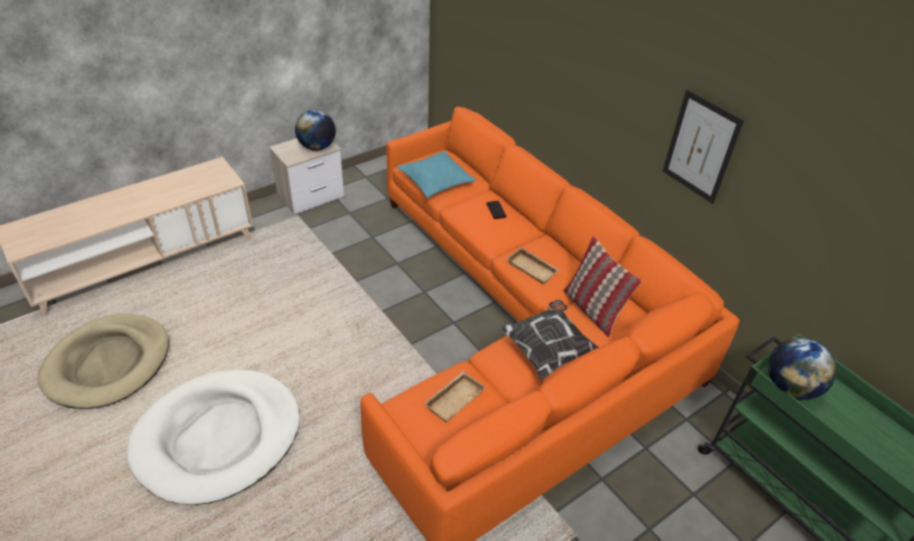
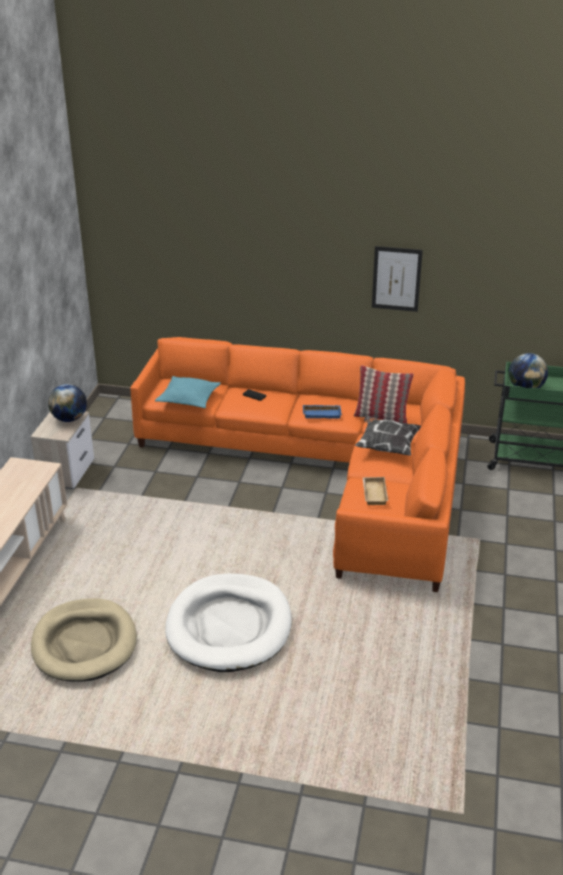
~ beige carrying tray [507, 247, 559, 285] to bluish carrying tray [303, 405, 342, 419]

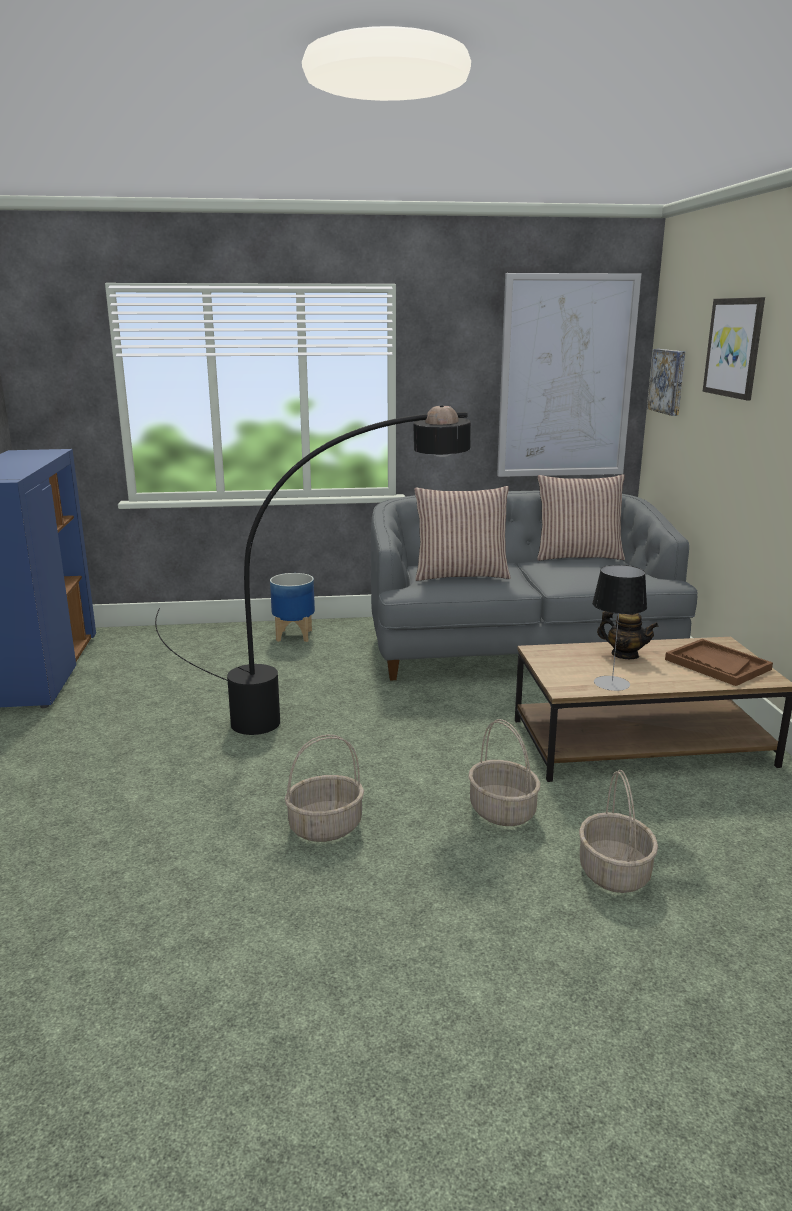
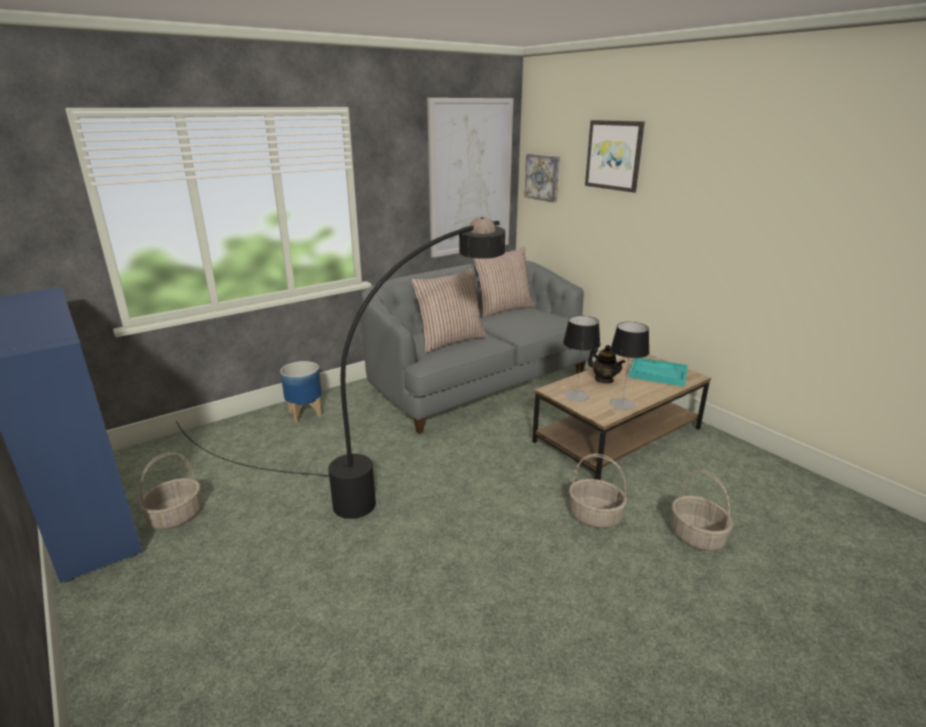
~ teapot [597, 611, 658, 659] = [588, 345, 625, 383] 45 degrees clockwise
~ brown carrying tray [665, 639, 773, 686] to blue-green carrying tray [629, 358, 688, 387]
~ basket [284, 735, 364, 842] to [139, 452, 202, 530]
+ lamp for a table [563, 315, 600, 401]

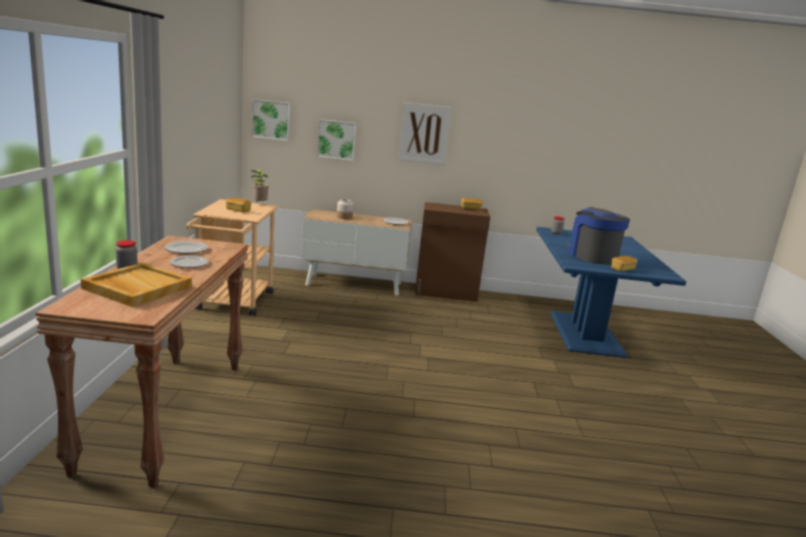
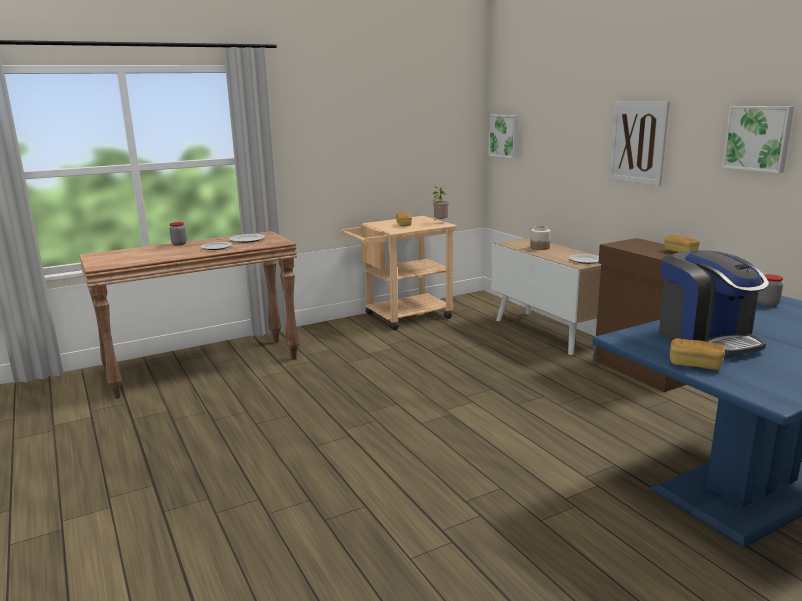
~ wall art [317, 119, 356, 161] to [722, 106, 794, 173]
~ coffee machine [567, 207, 630, 265] = [659, 250, 769, 357] 120 degrees clockwise
- beige carrying tray [81, 263, 192, 307]

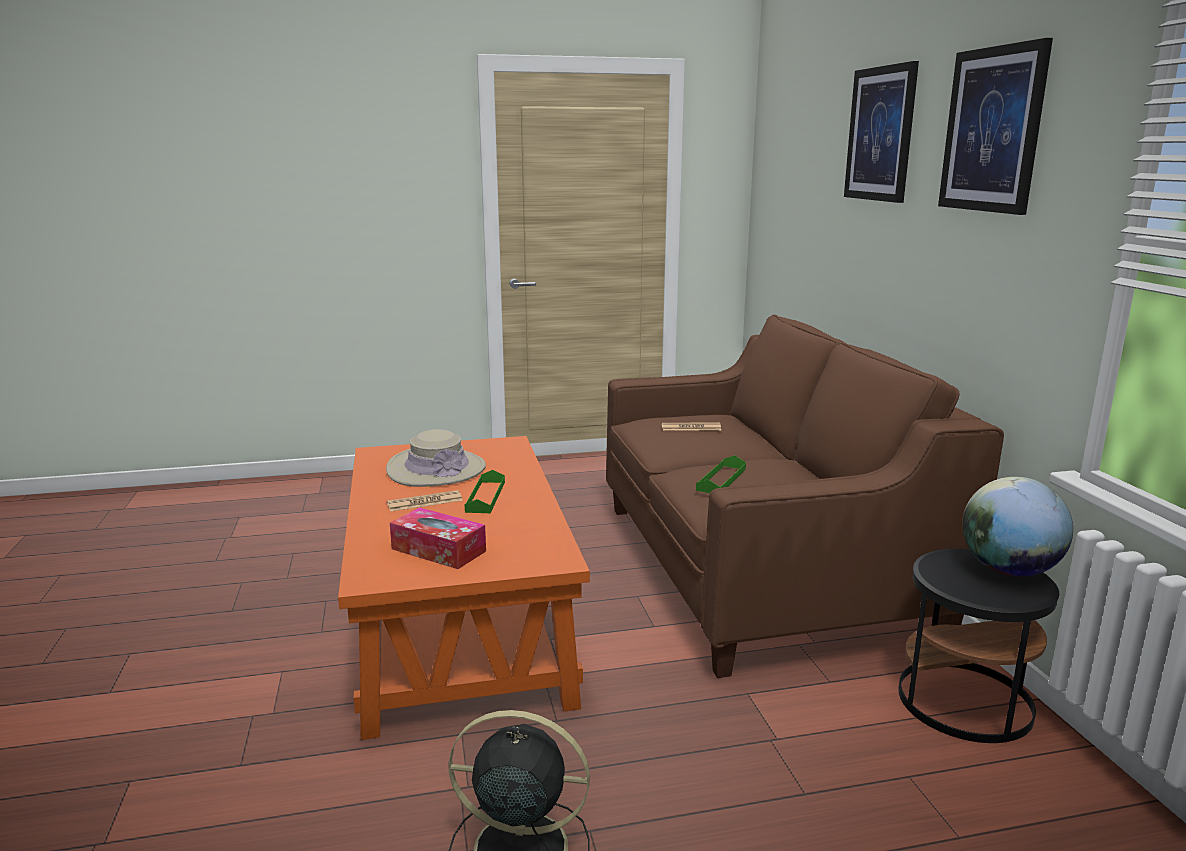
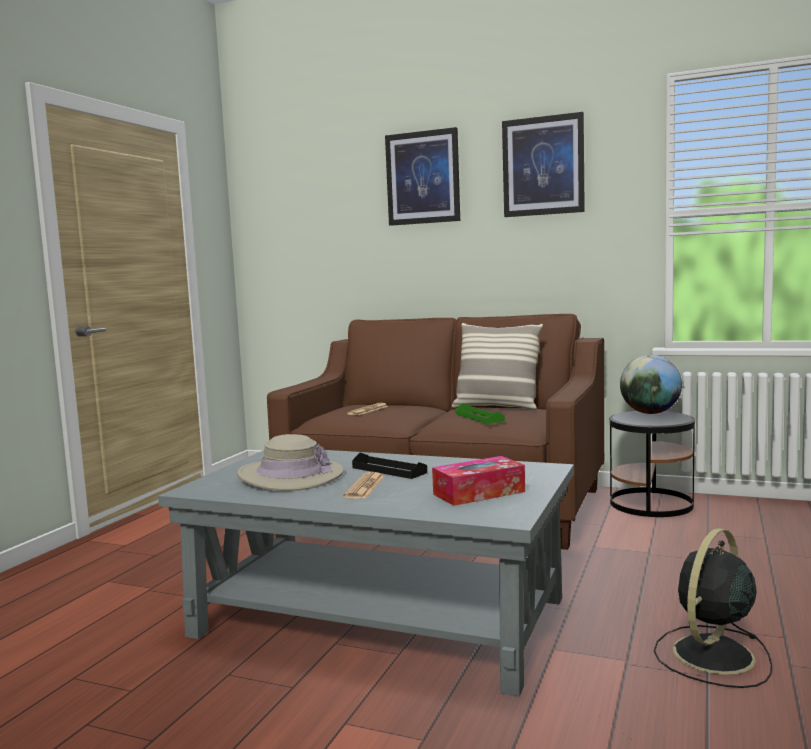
~ orangey lounge table [338, 436, 590, 740] to gray lounge table [158, 450, 574, 697]
~ green carrying tray [465, 470, 505, 513] to blackish carrying tray [352, 453, 427, 479]
+ cushion [452, 323, 543, 410]

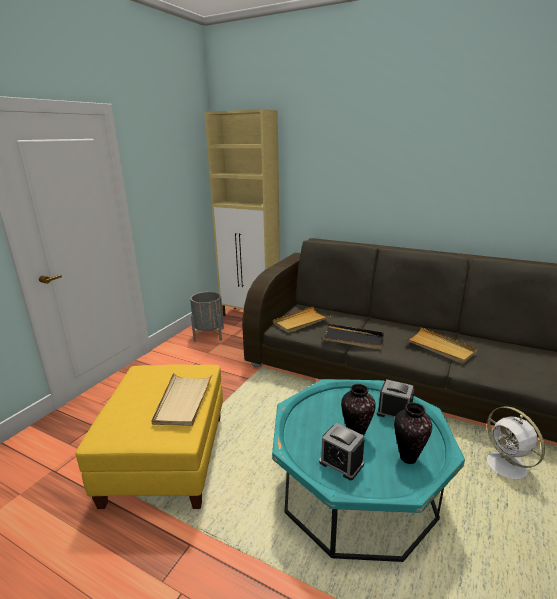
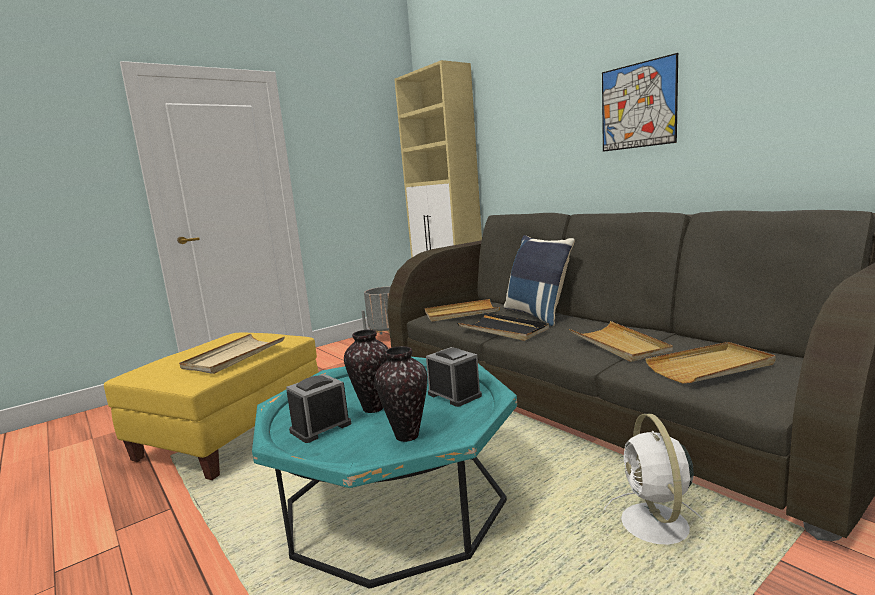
~ table clock [319, 423, 364, 480] = [286, 374, 351, 443] 75 degrees clockwise
+ wall art [602, 53, 678, 152]
+ bluish cushion [504, 235, 575, 326]
+ beige carrying tray [645, 342, 776, 383]

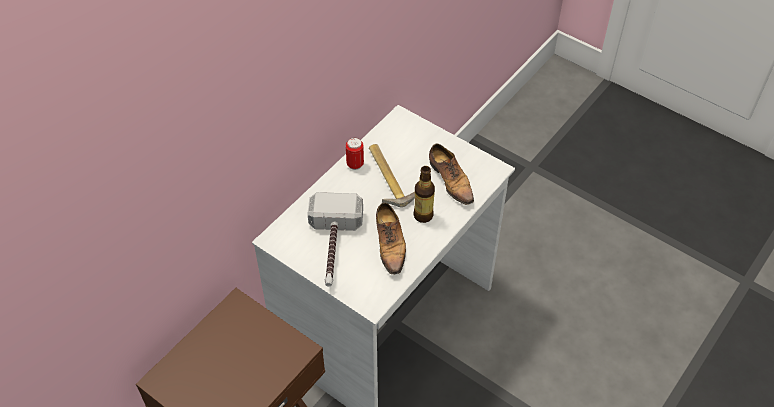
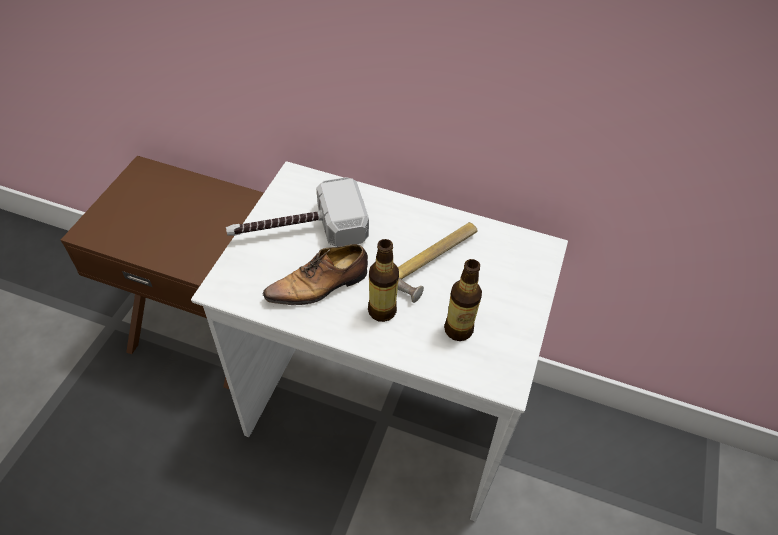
- sealed can [346, 138, 364, 170]
~ item of footwear [429, 144, 474, 205] to bottle [444, 259, 482, 341]

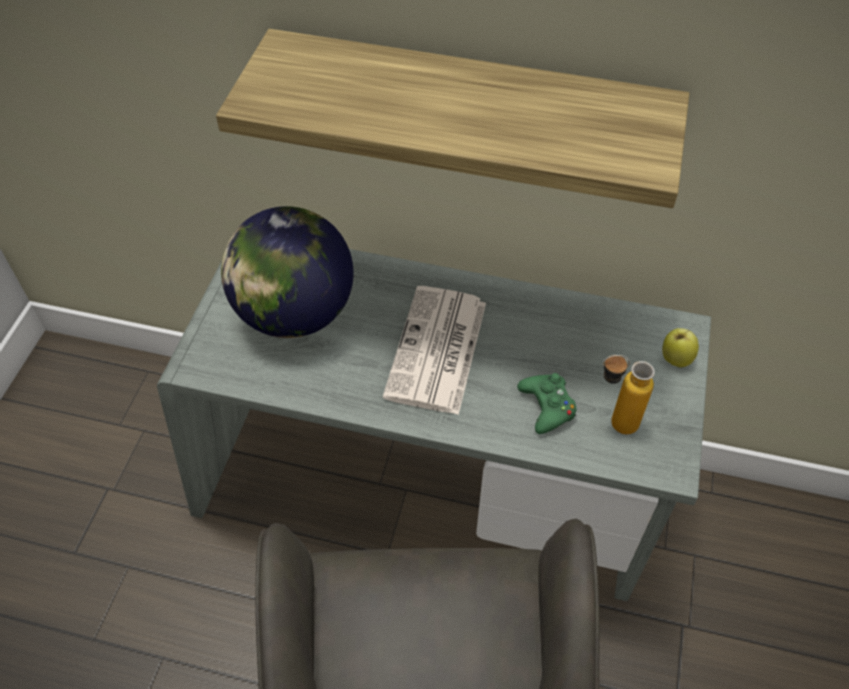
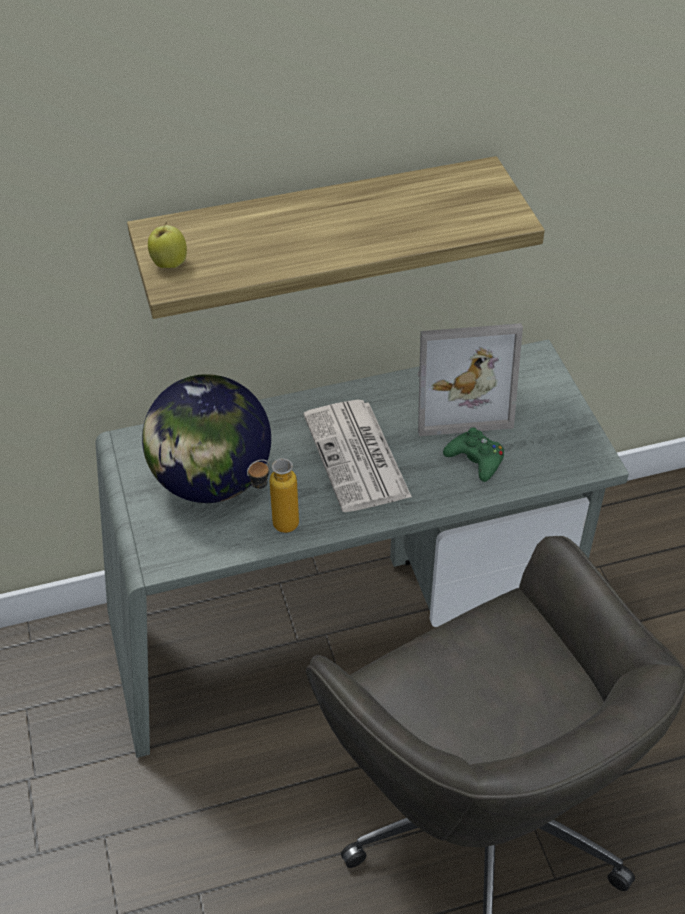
~ apple fruit [662, 328, 699, 368] to [148, 222, 187, 268]
~ bottle [603, 355, 655, 434] to [247, 458, 299, 533]
+ picture frame [417, 323, 523, 436]

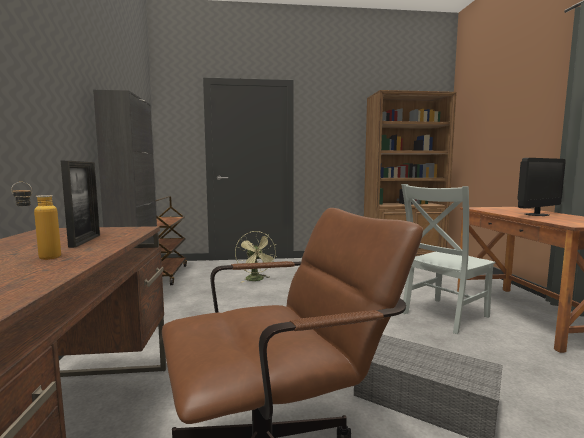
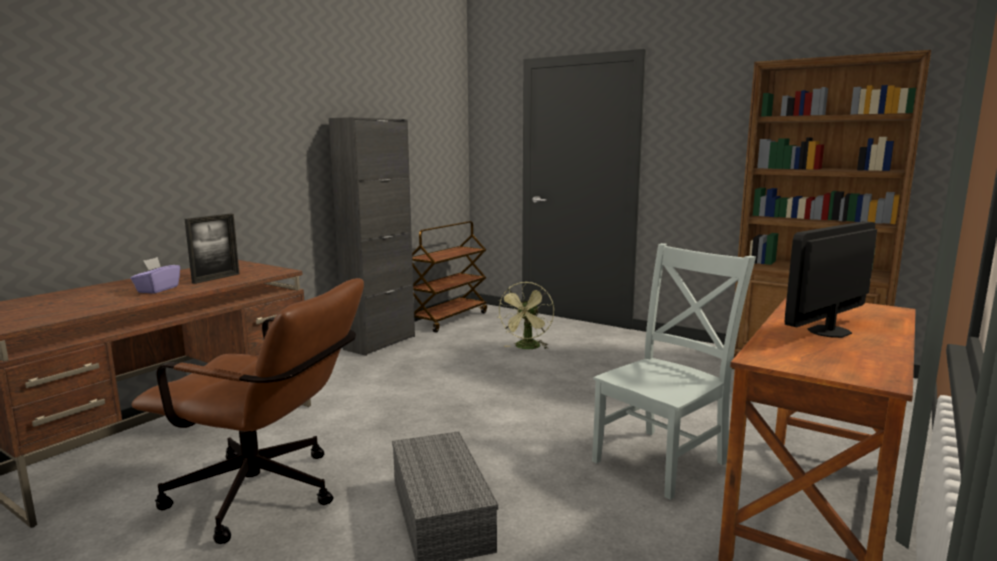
~ computer display [517, 158, 566, 216] = [785, 221, 877, 338] 135 degrees clockwise
~ bottle [11, 182, 61, 260] to purplish tissue holder [131, 257, 180, 294]
~ gray plain chair [401, 184, 495, 334] = [592, 243, 756, 500] 135 degrees clockwise

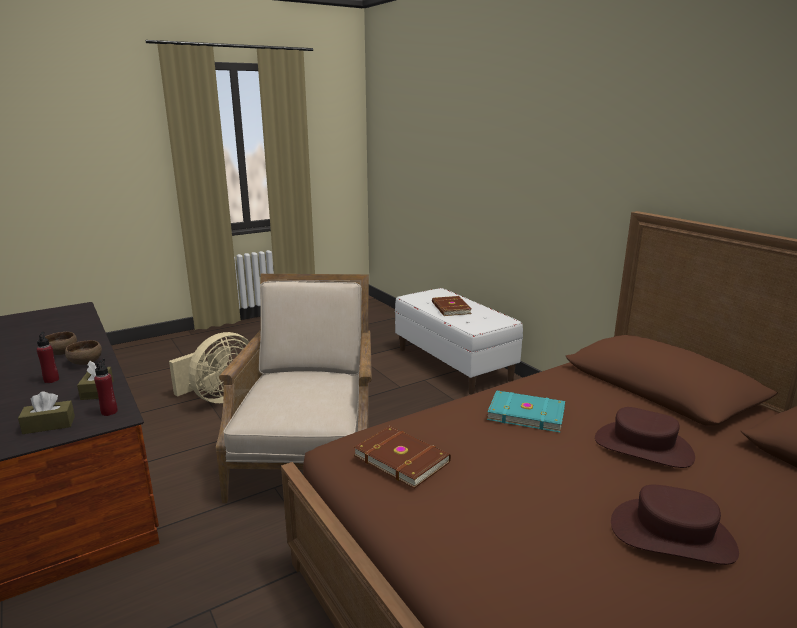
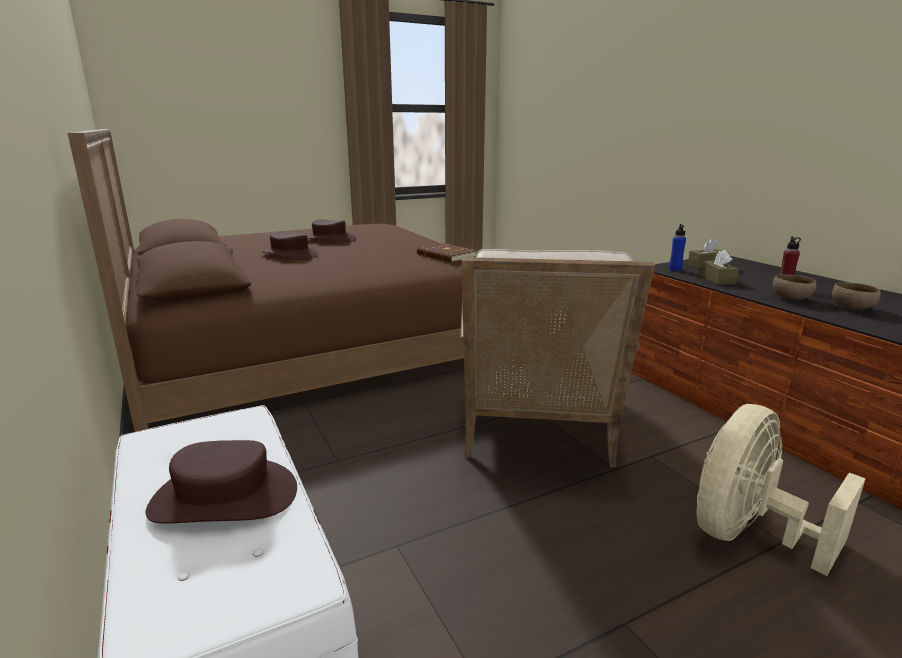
~ brown book [432, 296, 472, 316] to brown clothing hat [145, 440, 297, 524]
~ red bottle [94, 359, 118, 416] to bluish bottle [669, 224, 686, 271]
- blue-green book [487, 390, 565, 432]

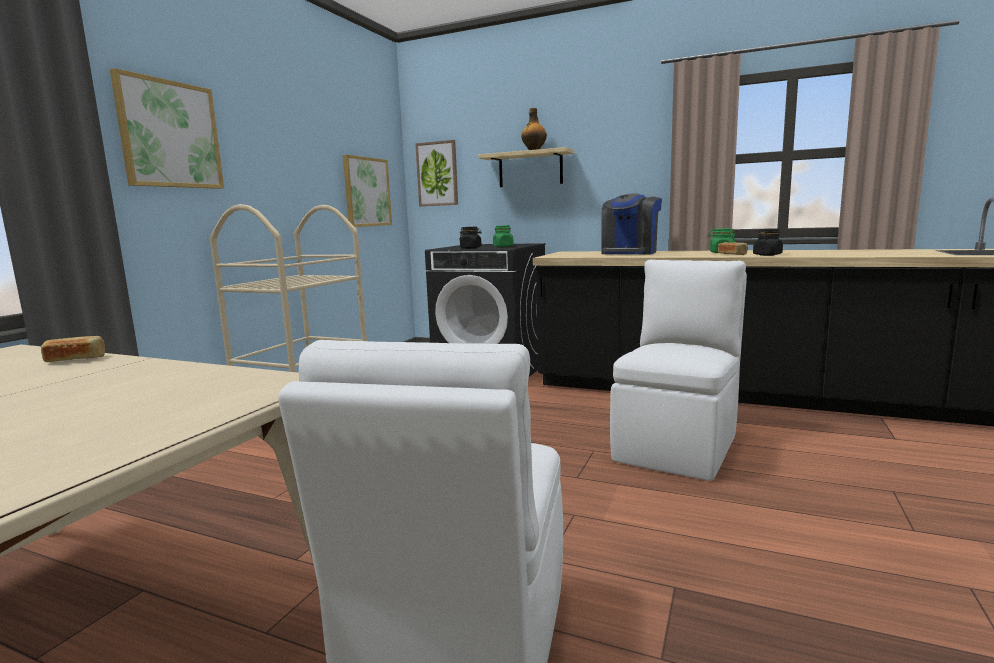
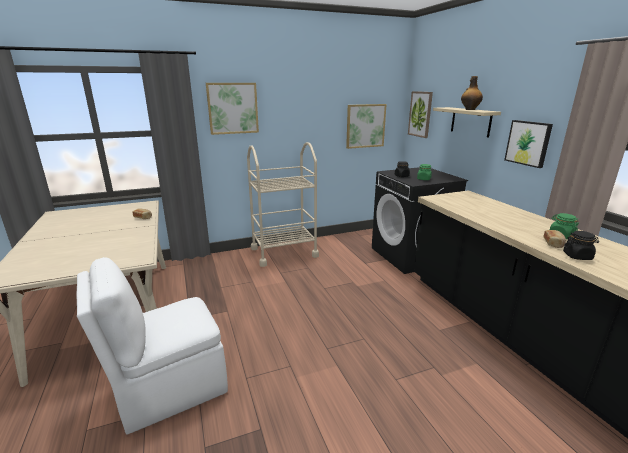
- coffee machine [601, 193, 662, 255]
- white plain chair [610, 260, 747, 481]
+ wall art [504, 120, 553, 168]

